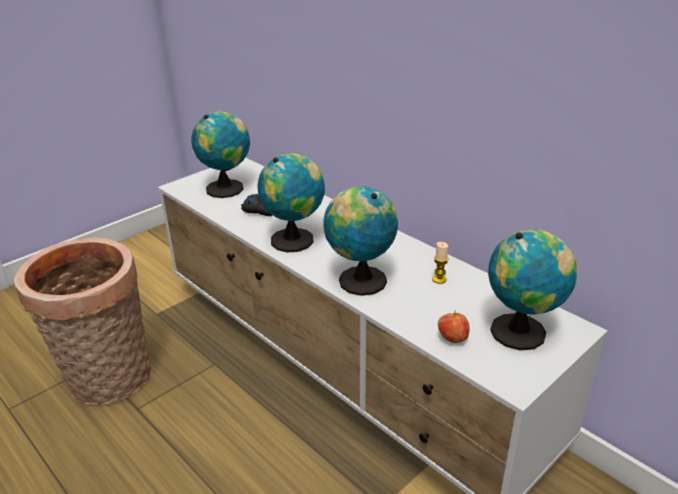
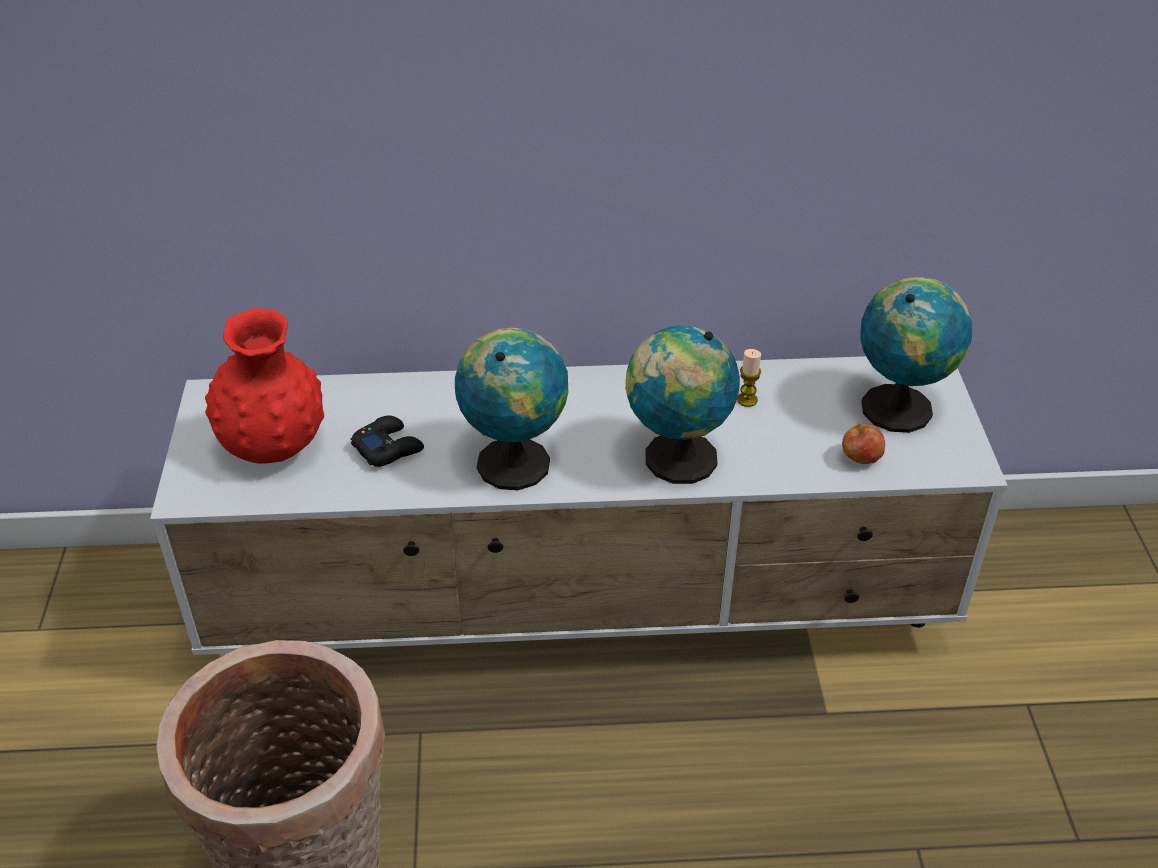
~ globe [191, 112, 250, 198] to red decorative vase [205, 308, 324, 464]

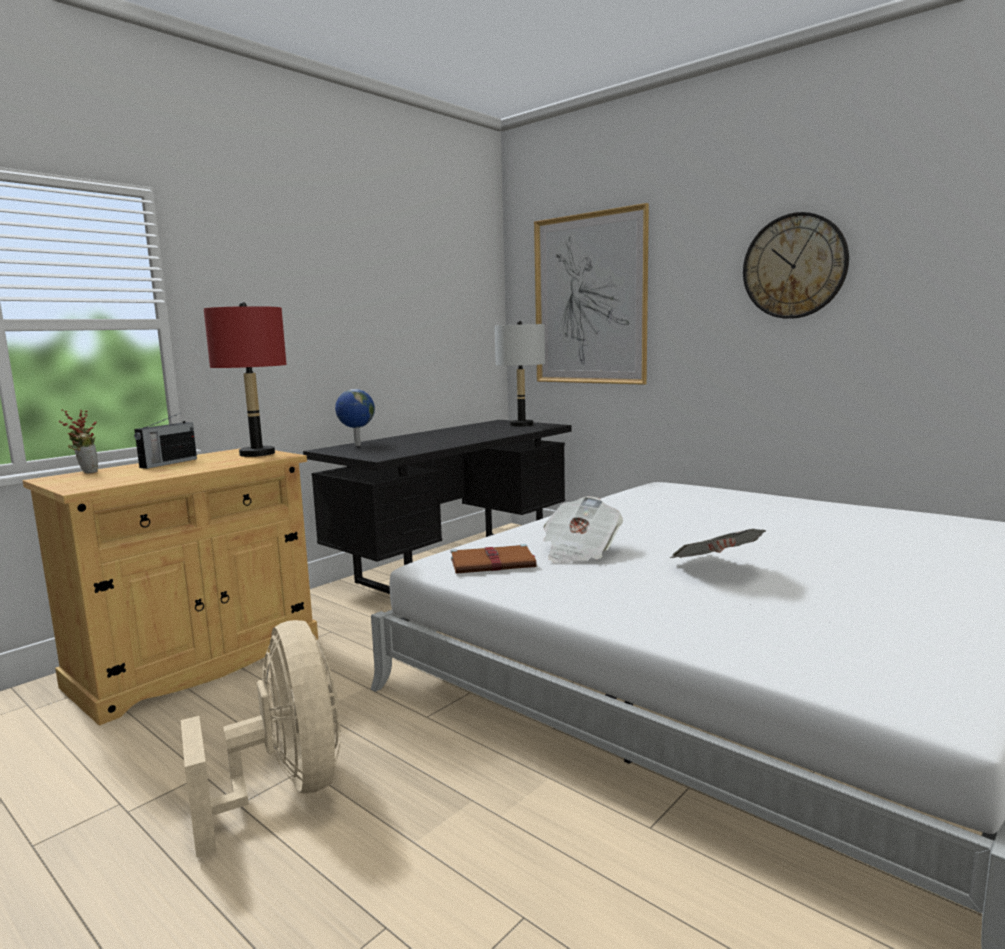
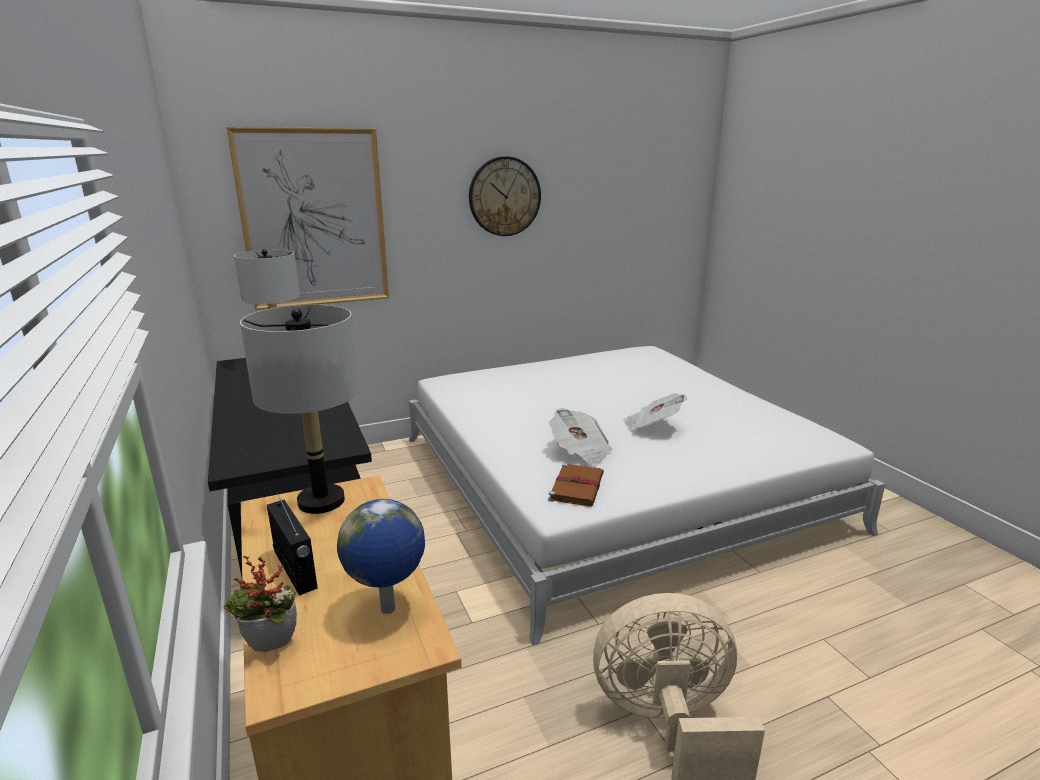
~ red lamp for a table [204, 302, 287, 457] to gray lamp for a table [240, 305, 359, 514]
~ globe [335, 389, 375, 446] to [337, 499, 425, 614]

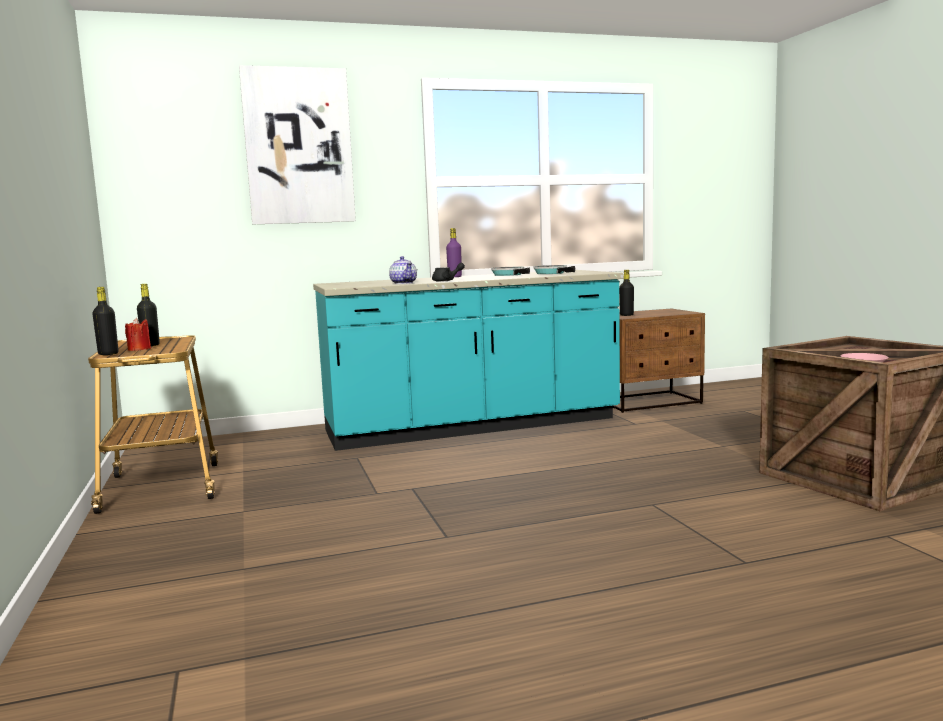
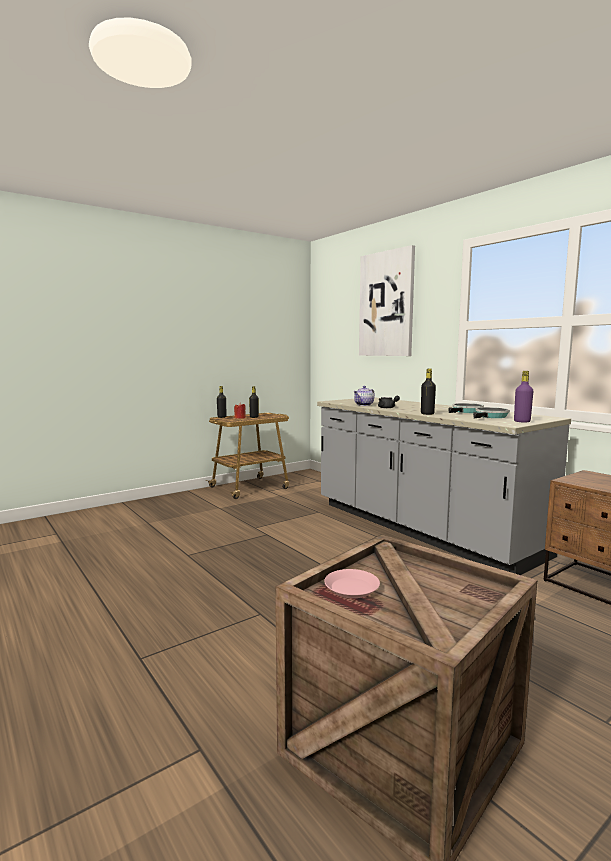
~ purplish bottle [446, 228, 462, 277] to [514, 371, 533, 423]
~ blue-green kitchen counter [313, 270, 623, 451] to gray kitchen counter [317, 397, 571, 575]
~ blackish bottle [619, 270, 634, 316] to [421, 369, 436, 415]

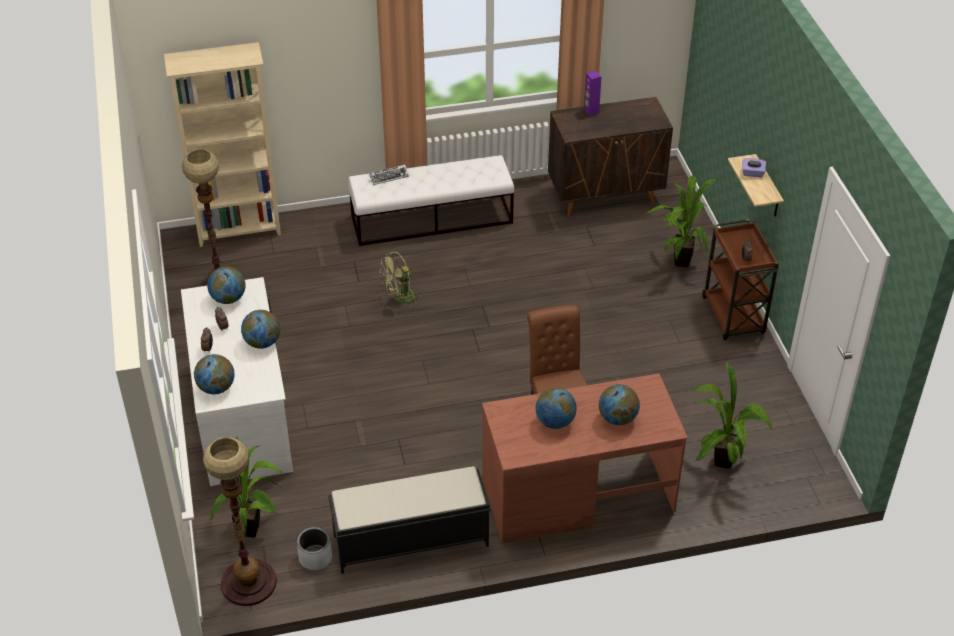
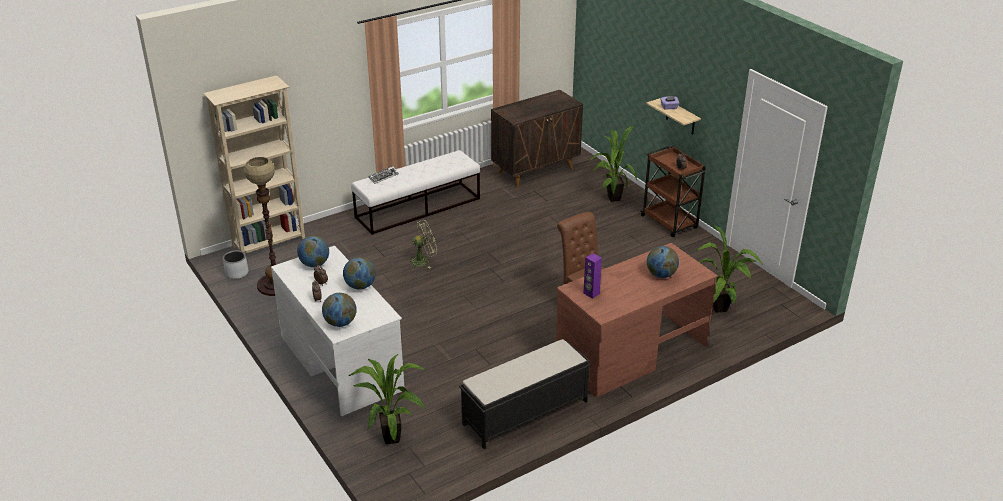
~ purplish speaker [584, 70, 601, 116] to [583, 253, 602, 299]
~ green electric fan [380, 252, 423, 308] = [406, 220, 437, 269] 150 degrees counterclockwise
- globe [535, 388, 577, 429]
- floor lamp [203, 437, 277, 606]
~ gray flower pot [297, 527, 332, 570] to [223, 250, 248, 279]

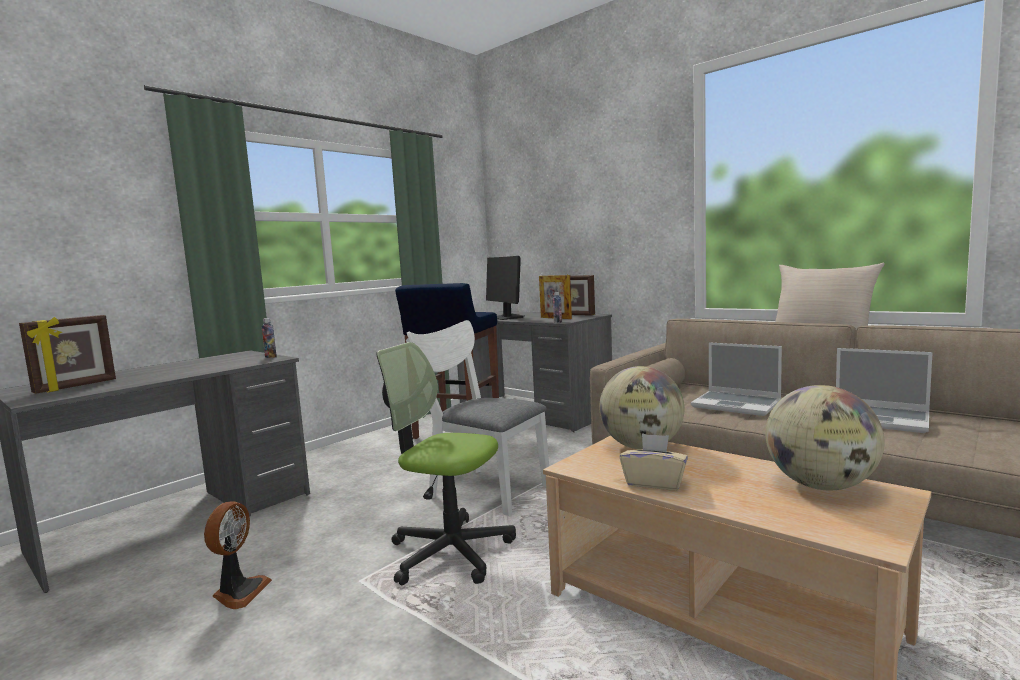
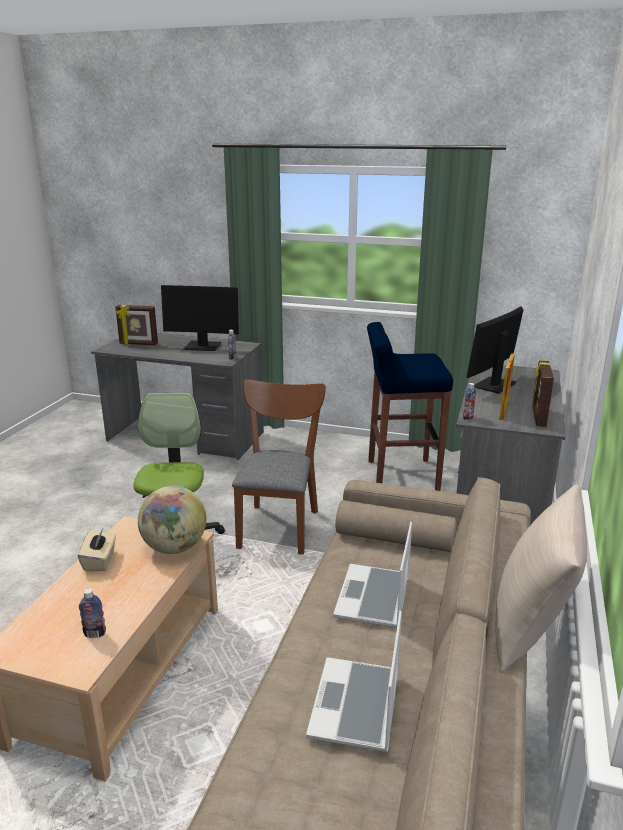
~ white plain chair [406, 320, 549, 516] to brown plain chair [232, 379, 326, 555]
~ globe [766, 385, 884, 490] to bottle [79, 588, 106, 638]
- electric fan [204, 501, 272, 609]
+ computer display [161, 285, 239, 351]

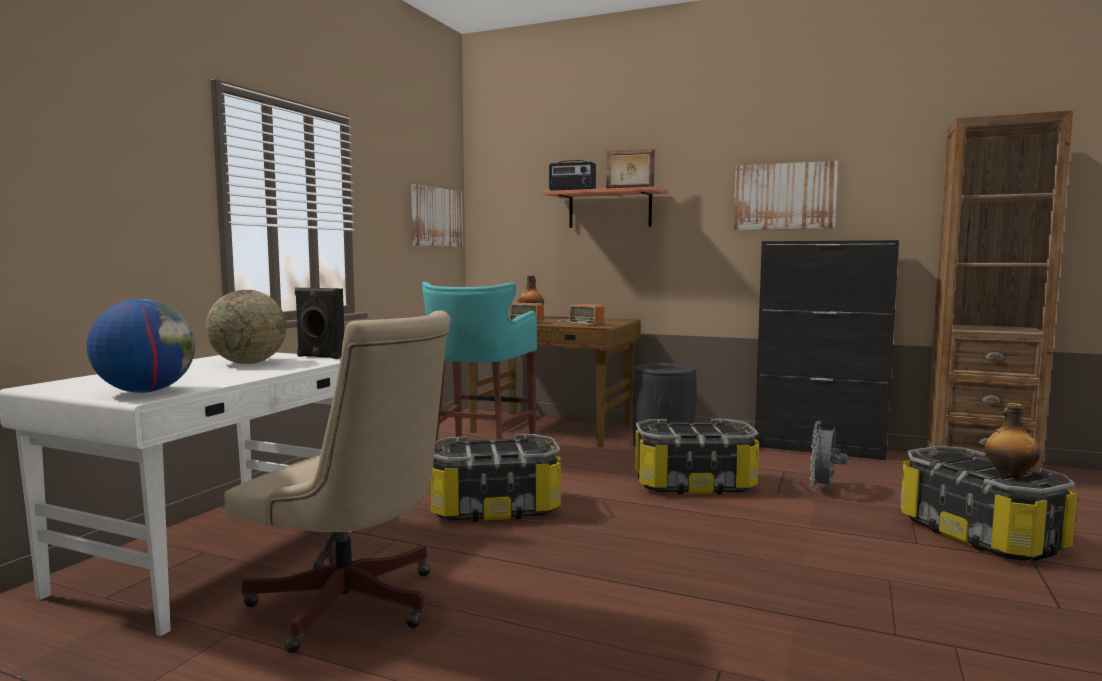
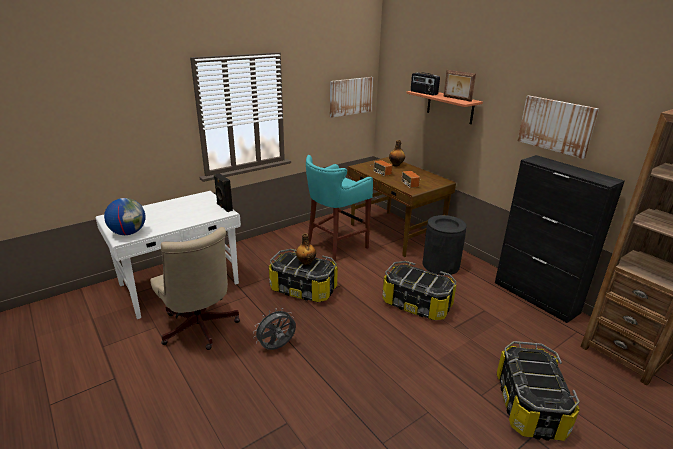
- globe [206, 290, 286, 364]
~ bottle [985, 403, 1040, 479] to [296, 233, 316, 266]
~ gray electric fan [810, 421, 847, 491] to [253, 308, 296, 350]

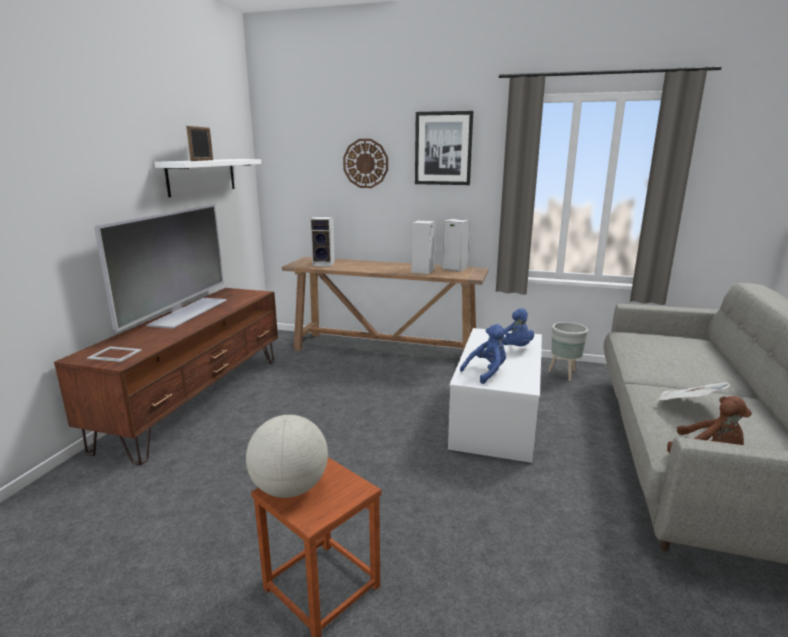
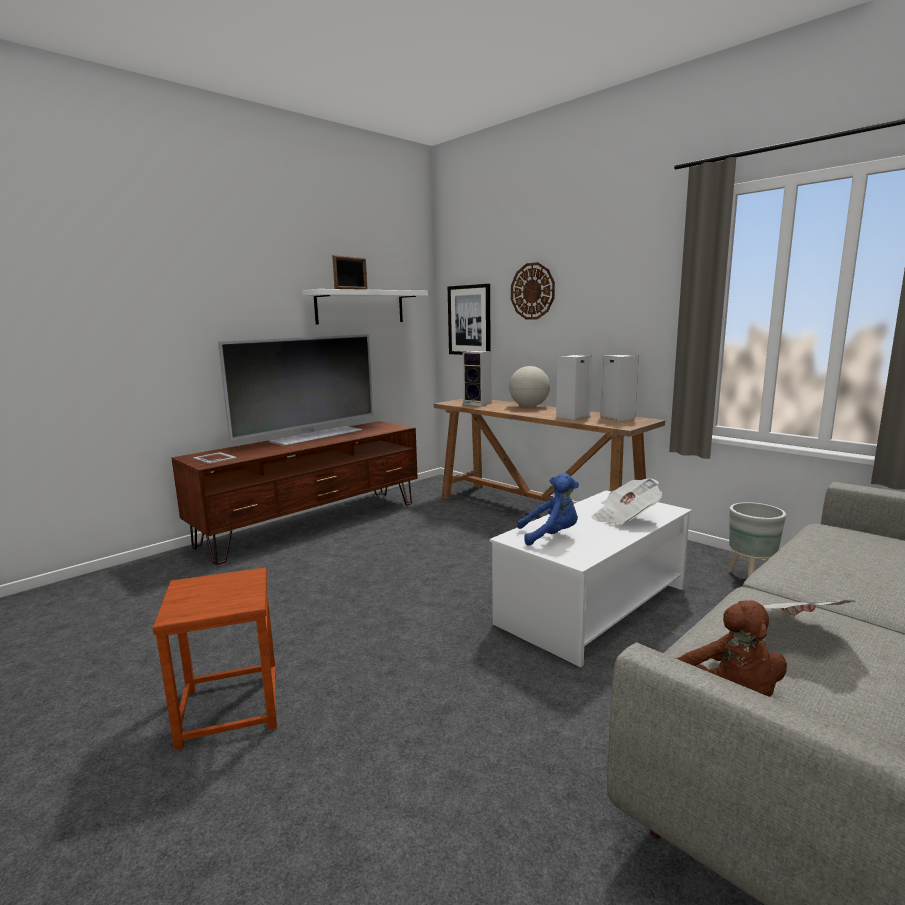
~ wall art [415, 111, 473, 185] to [448, 284, 491, 355]
~ bluish cuddly toy [488, 308, 534, 346] to daily paper [591, 478, 662, 525]
~ globe [246, 415, 328, 498] to [509, 366, 550, 407]

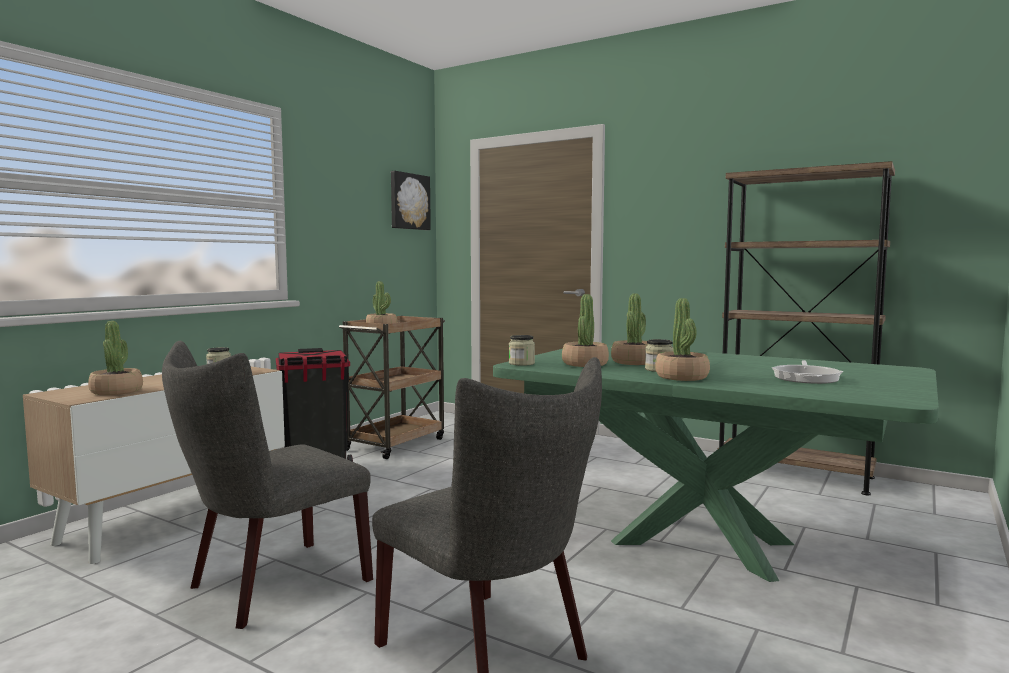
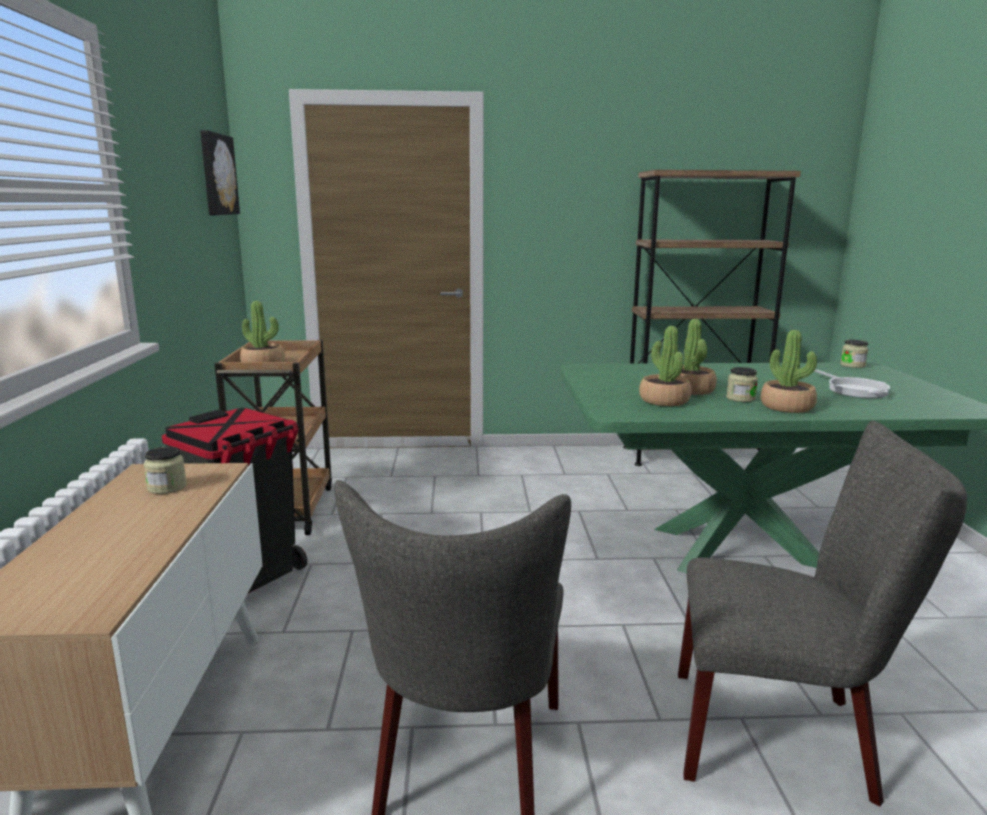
- plant in a pot [88, 321, 143, 395]
~ preserve jar [509, 335, 535, 366] to [840, 340, 869, 368]

